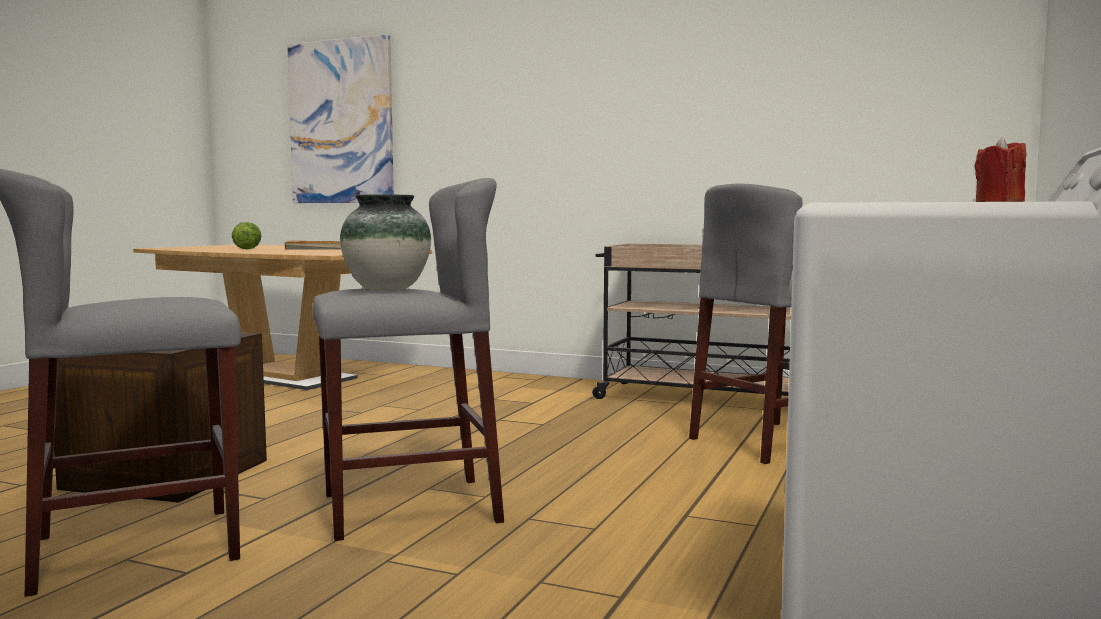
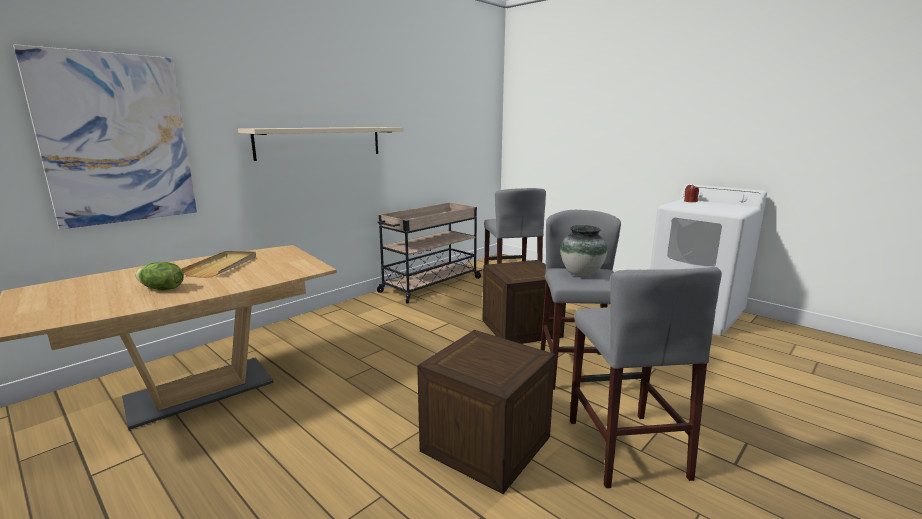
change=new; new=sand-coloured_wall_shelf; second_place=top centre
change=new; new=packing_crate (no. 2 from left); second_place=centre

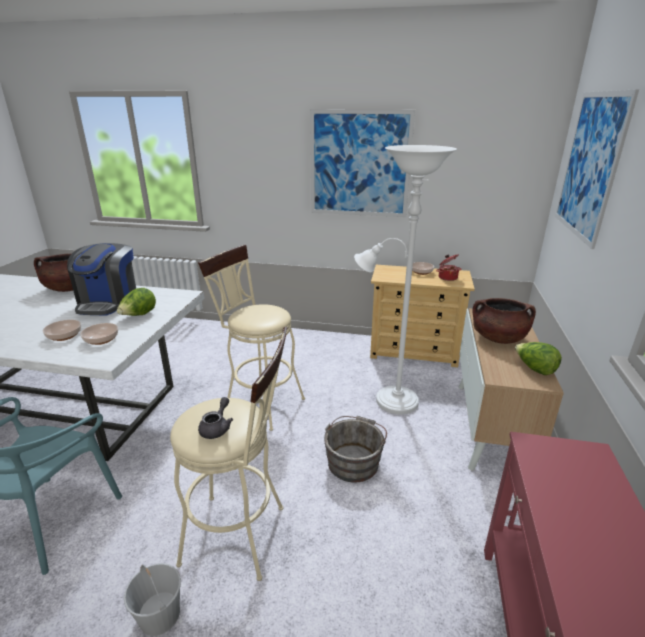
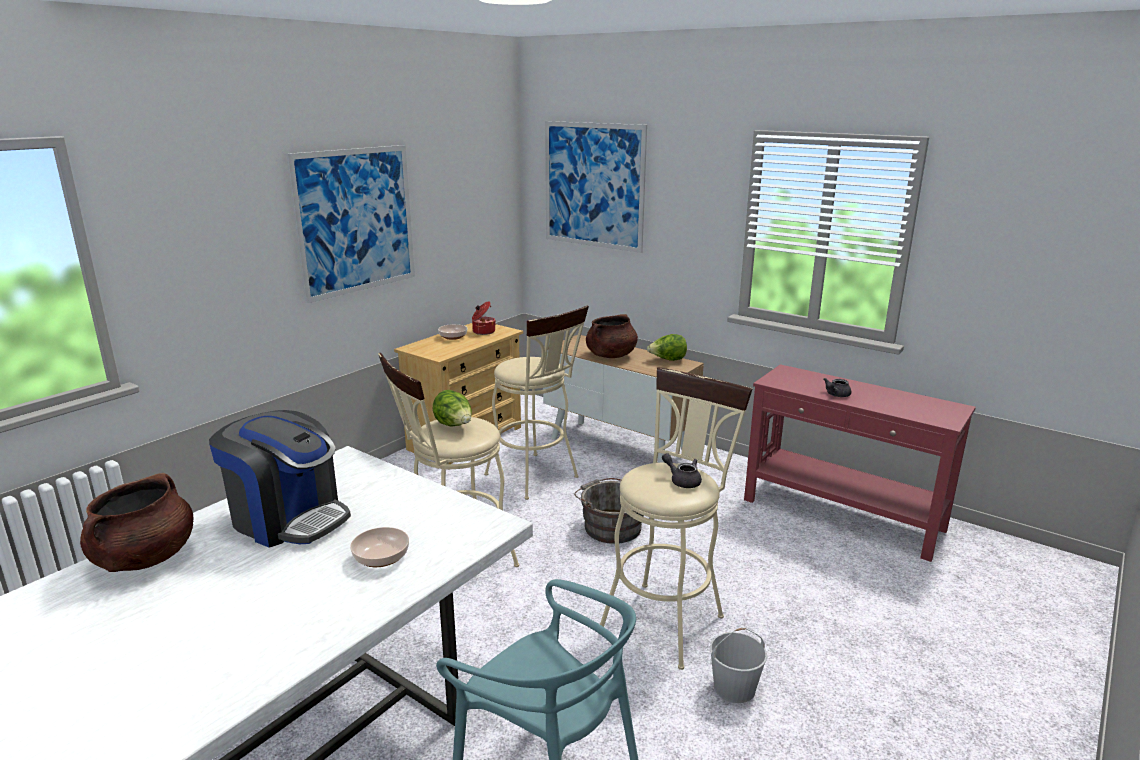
change=shifted; old=lettuce (no. 1 from left); first_place=middle left; second_place=centre
change=swapped; old=whitish_standard_lamp; new=sand-coloured_stool (no. 2 from left); first_place=centre; second_place=centre
change=new; new=greyish_tea_pot (no. 2 from left); second_place=middle right
change=gone; old=deep_dish (no. 2 from left); first_place=middle left

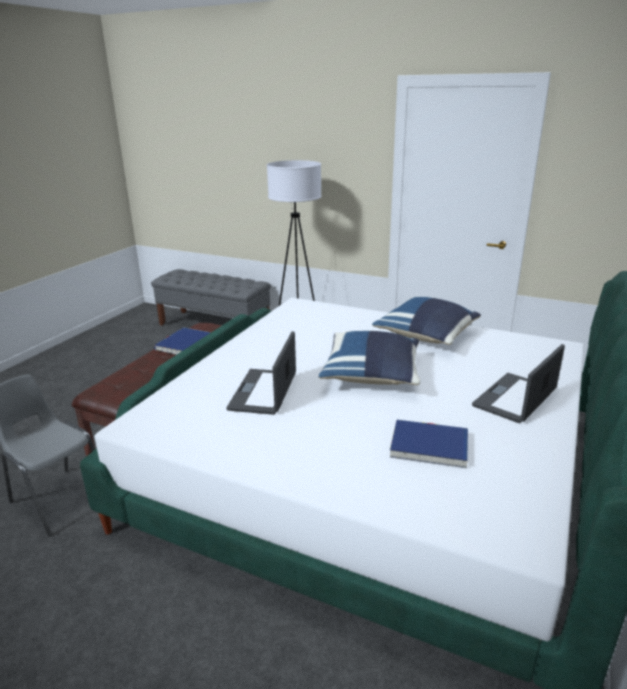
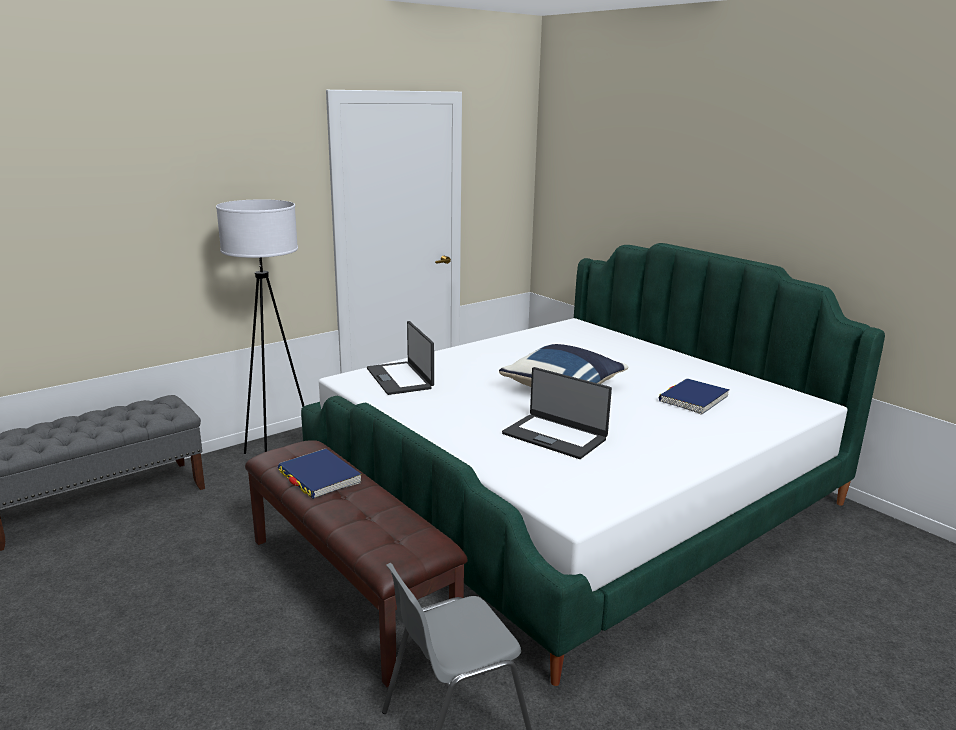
change=shifted; old=laptop (no. 2 from left in the first image); new=laptop (no. 1 from left); first_place=middle right; second_place=centre
change=gone; old=blue_cushion (no. 2 from left); first_place=middle right

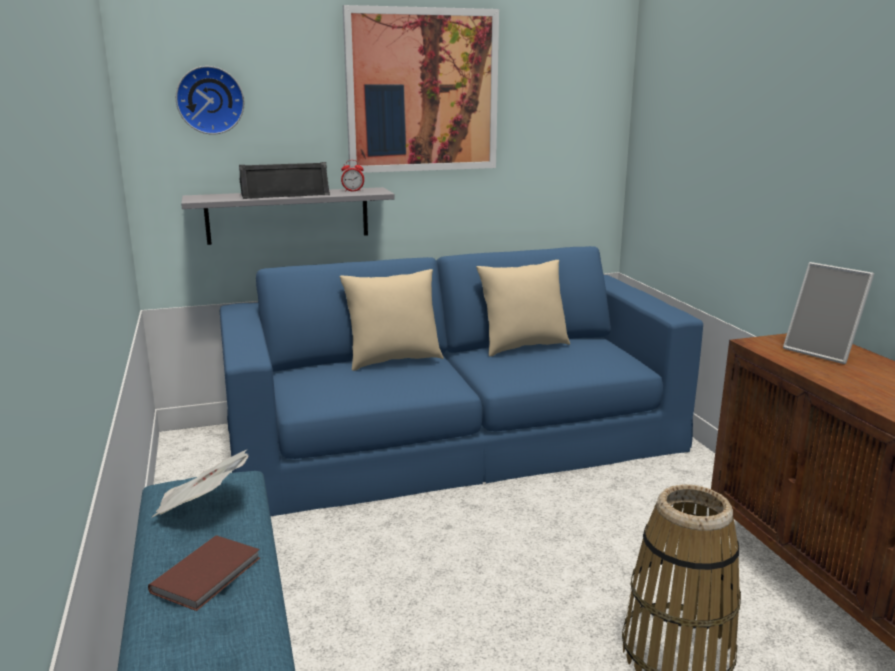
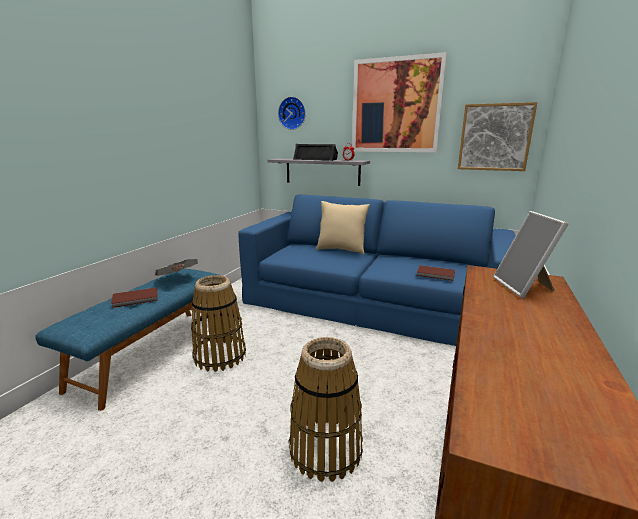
change=new; new=basket (no. 1 from left); second_place=centre
change=new; new=brownish_book (no. 2 from left); second_place=middle right
change=new; new=wall_art (no. 2 from left); second_place=top right
change=gone; old=sand-coloured_cushion (no. 2 from left); first_place=centre

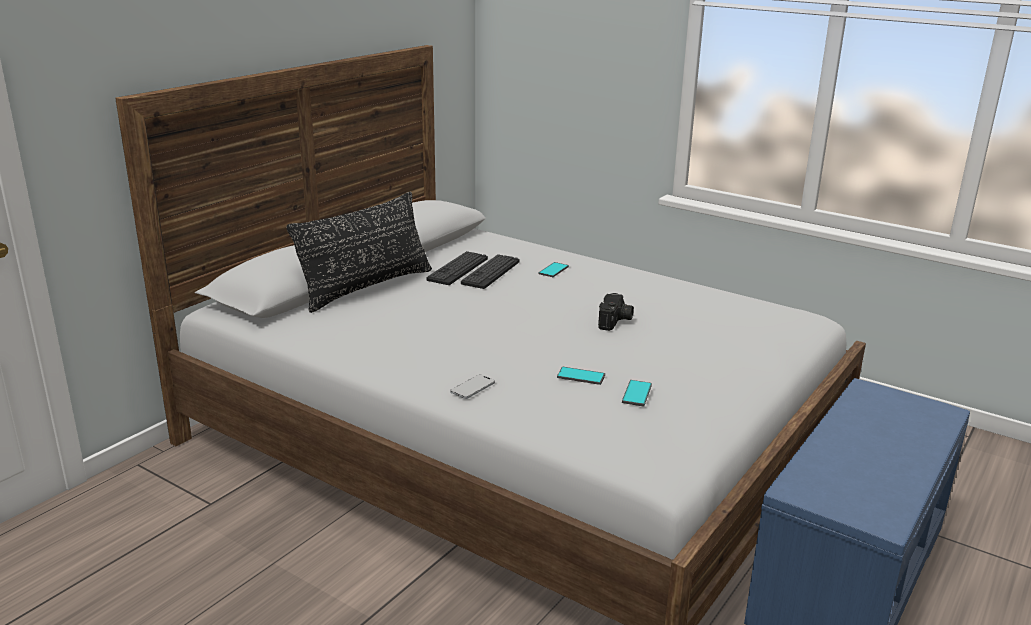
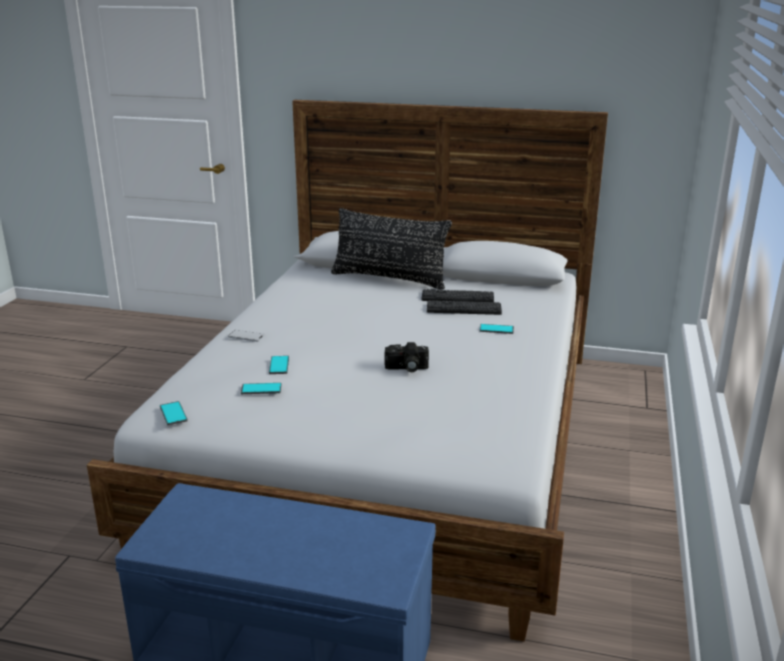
change=new; new=telephone (no. 1 from left); second_place=middle left

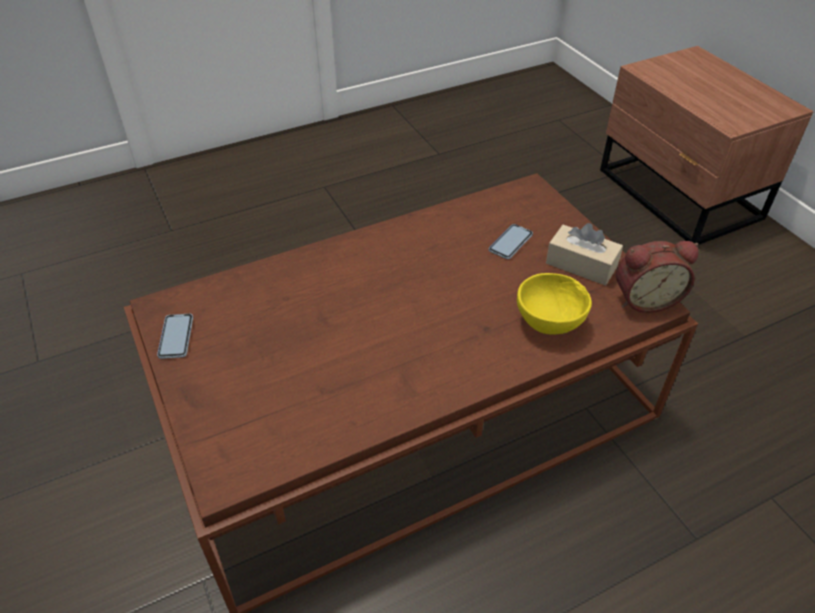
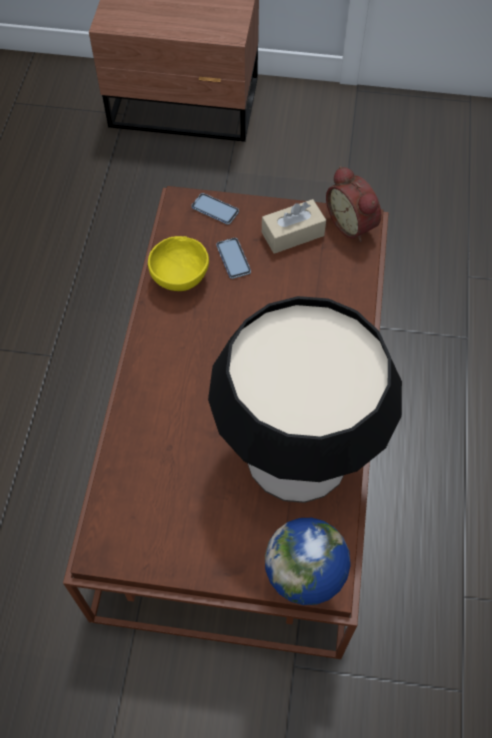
change=shifted; old=yellow_deep_dish; first_place=middle right; second_place=centre
change=shifted; old=telephone (no. 1 from left); first_place=middle left; second_place=top centre
change=new; new=lamp_for_a_table; second_place=centre
change=new; new=desk_globe; second_place=bottom centre
change=rotated; old=alarm_clock; first_place=middle right; second_place=top right; degrees=120

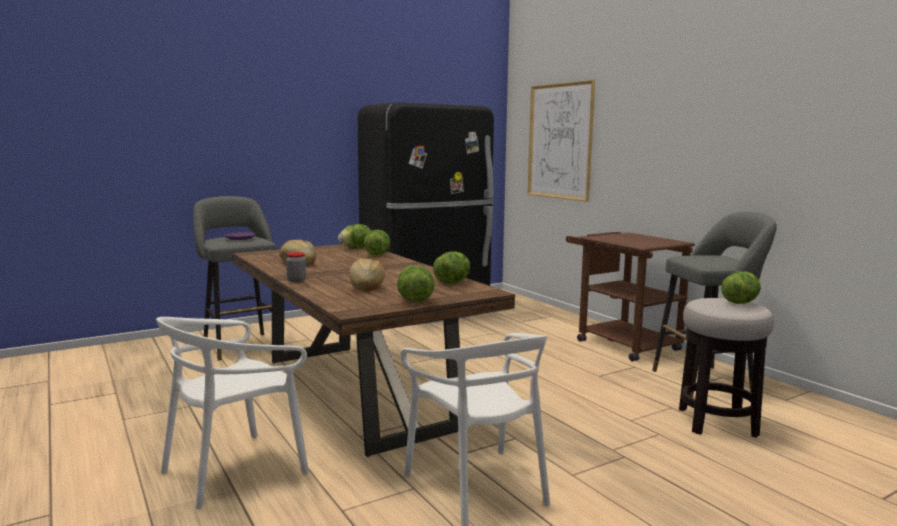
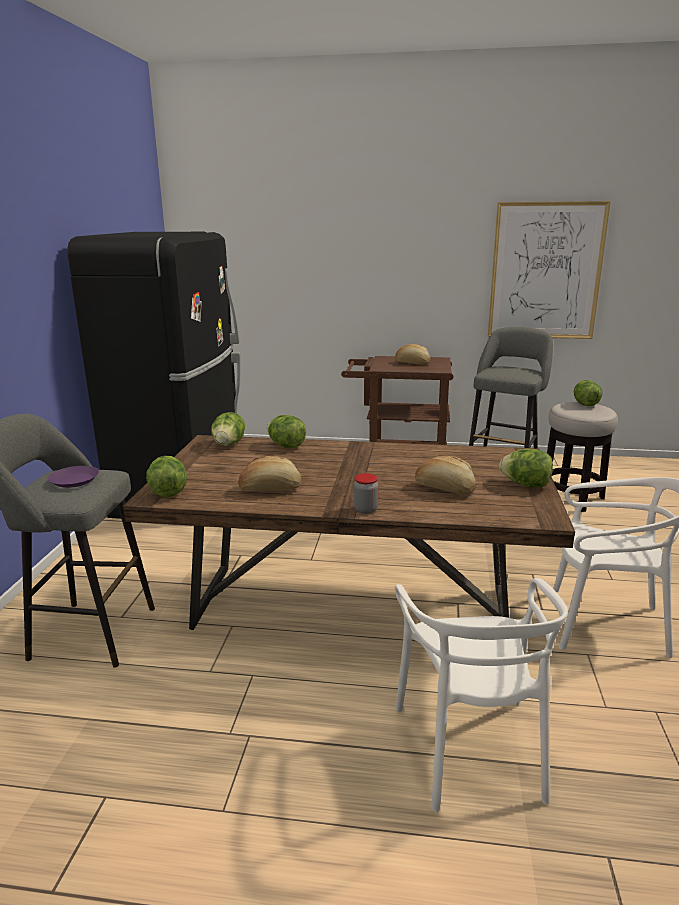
change=shifted; old=lettuce (no. 4 from left in the first image); new=lettuce (no. 1 from left); first_place=centre; second_place=middle left
change=new; new=baked_bread (no. 2 from left); second_place=centre
change=shifted; old=wall_art; first_place=top centre; second_place=top right

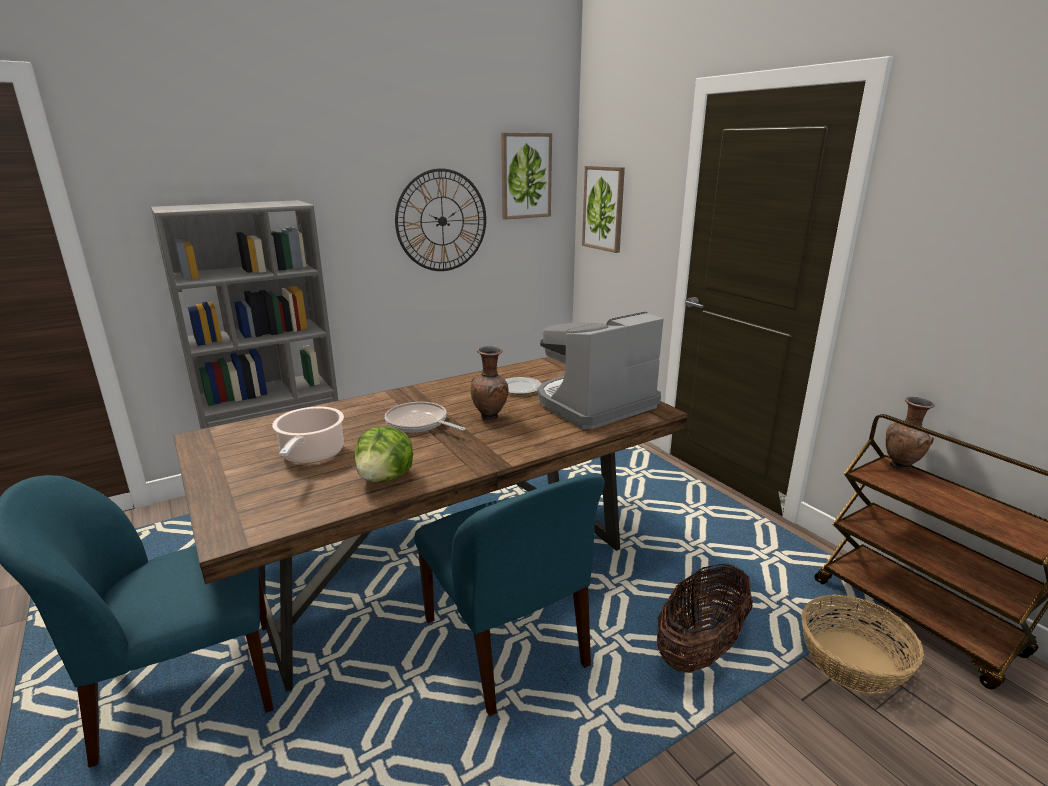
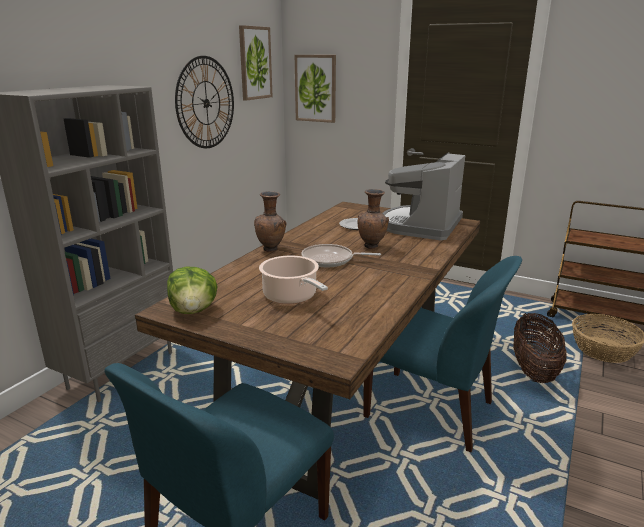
change=shifted; old=lettuce; first_place=centre; second_place=middle left
change=shifted; old=brownish_vase (no. 2 from left in the first image); new=brownish_vase (no. 1 from left); first_place=middle right; second_place=centre

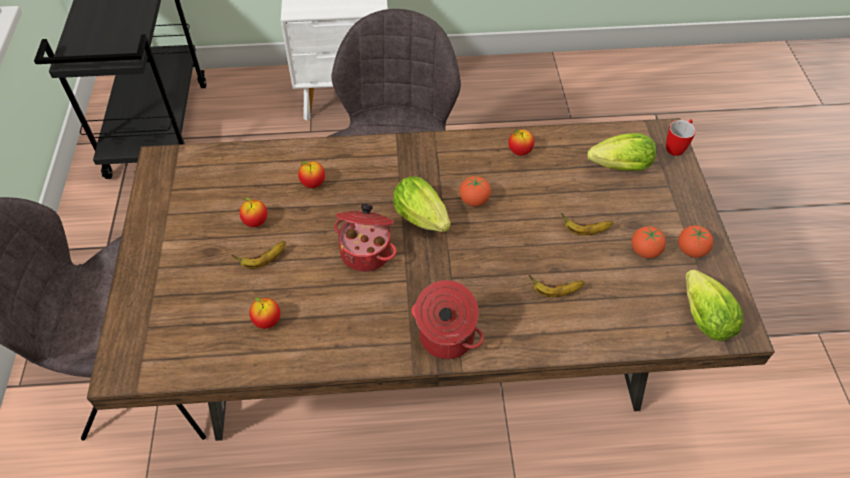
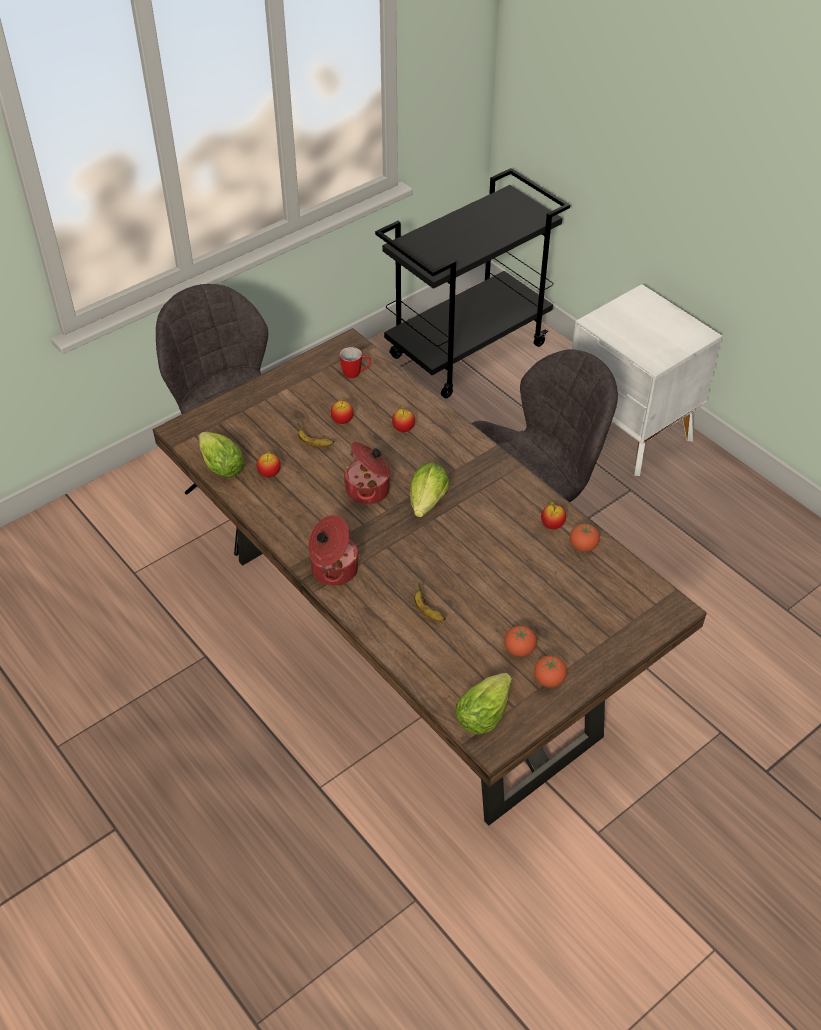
change=shifted; old=lettuce (no. 2 from left in the first image); new=lettuce (no. 1 from left); first_place=top right; second_place=middle left
change=shifted; old=tea_mug; first_place=top right; second_place=centre
change=shifted; old=fresh_tomato (no. 1 from left in the first image); new=fresh_tomato (no. 3 from left); first_place=centre; second_place=middle right
change=gone; old=whole_banana (no. 3 from left); first_place=middle right

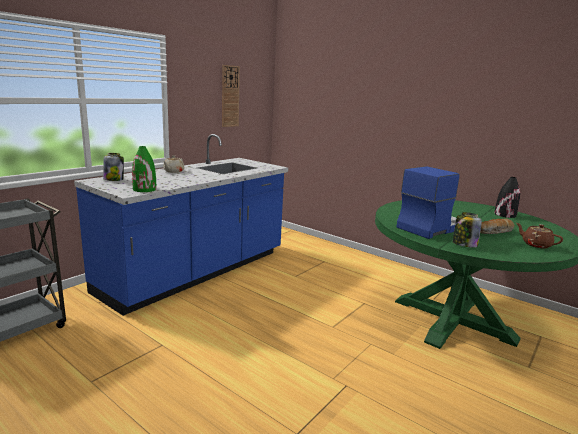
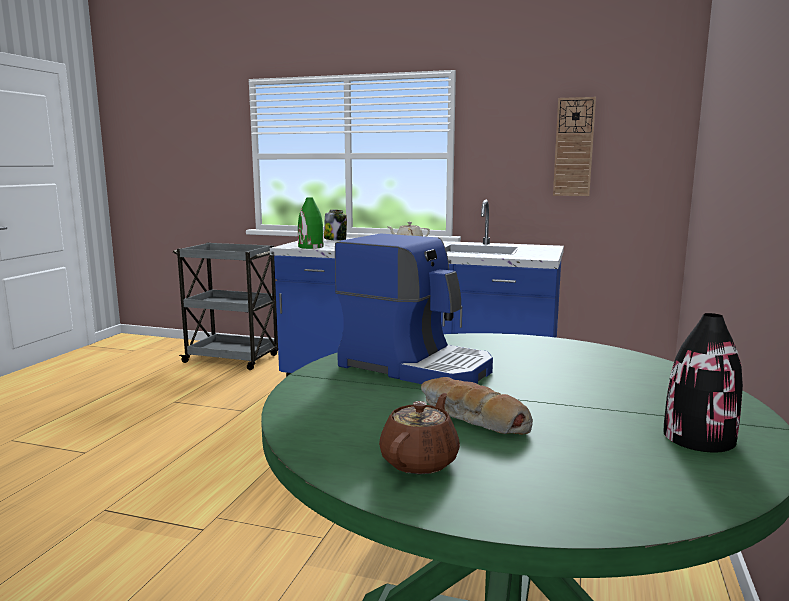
change=gone; old=storage_jar (no. 2 from left); first_place=middle right

